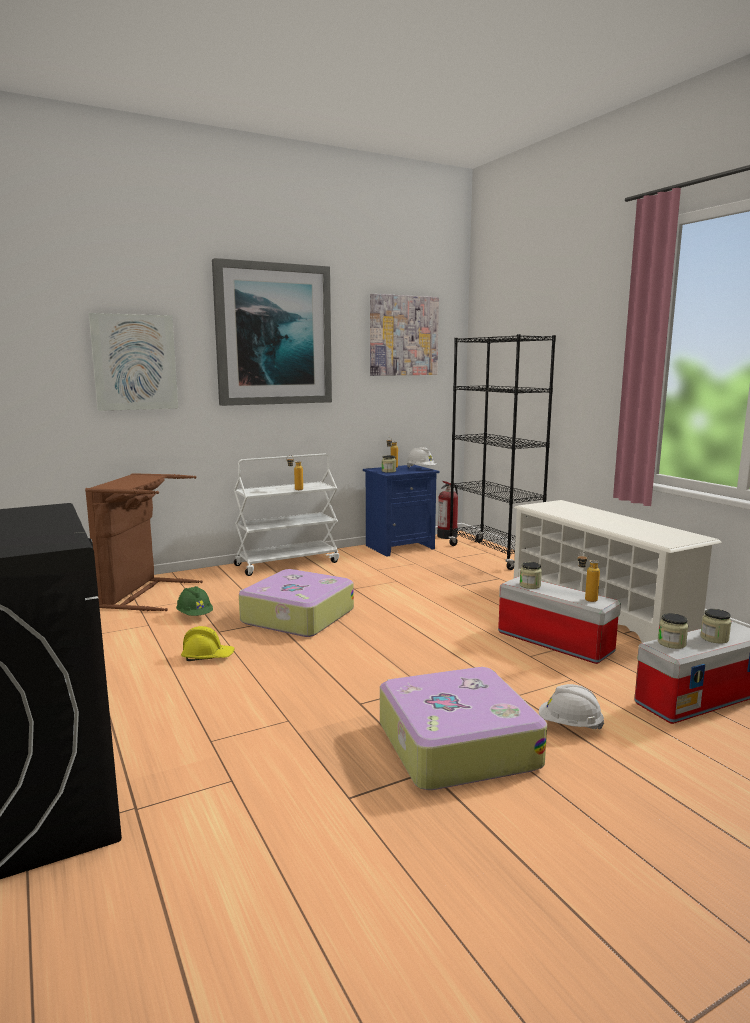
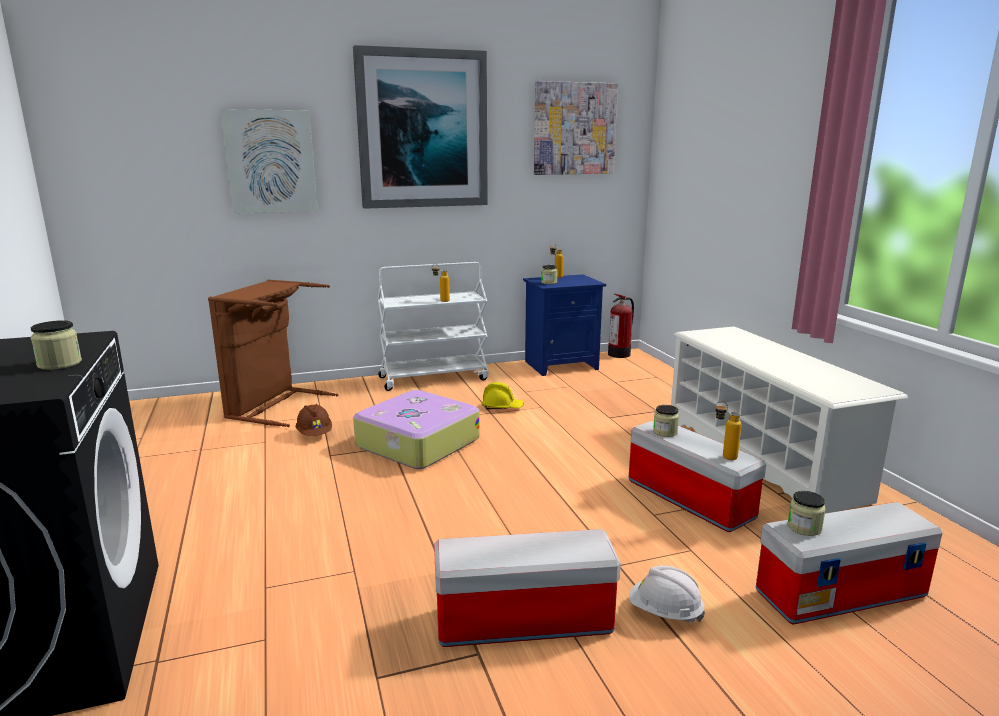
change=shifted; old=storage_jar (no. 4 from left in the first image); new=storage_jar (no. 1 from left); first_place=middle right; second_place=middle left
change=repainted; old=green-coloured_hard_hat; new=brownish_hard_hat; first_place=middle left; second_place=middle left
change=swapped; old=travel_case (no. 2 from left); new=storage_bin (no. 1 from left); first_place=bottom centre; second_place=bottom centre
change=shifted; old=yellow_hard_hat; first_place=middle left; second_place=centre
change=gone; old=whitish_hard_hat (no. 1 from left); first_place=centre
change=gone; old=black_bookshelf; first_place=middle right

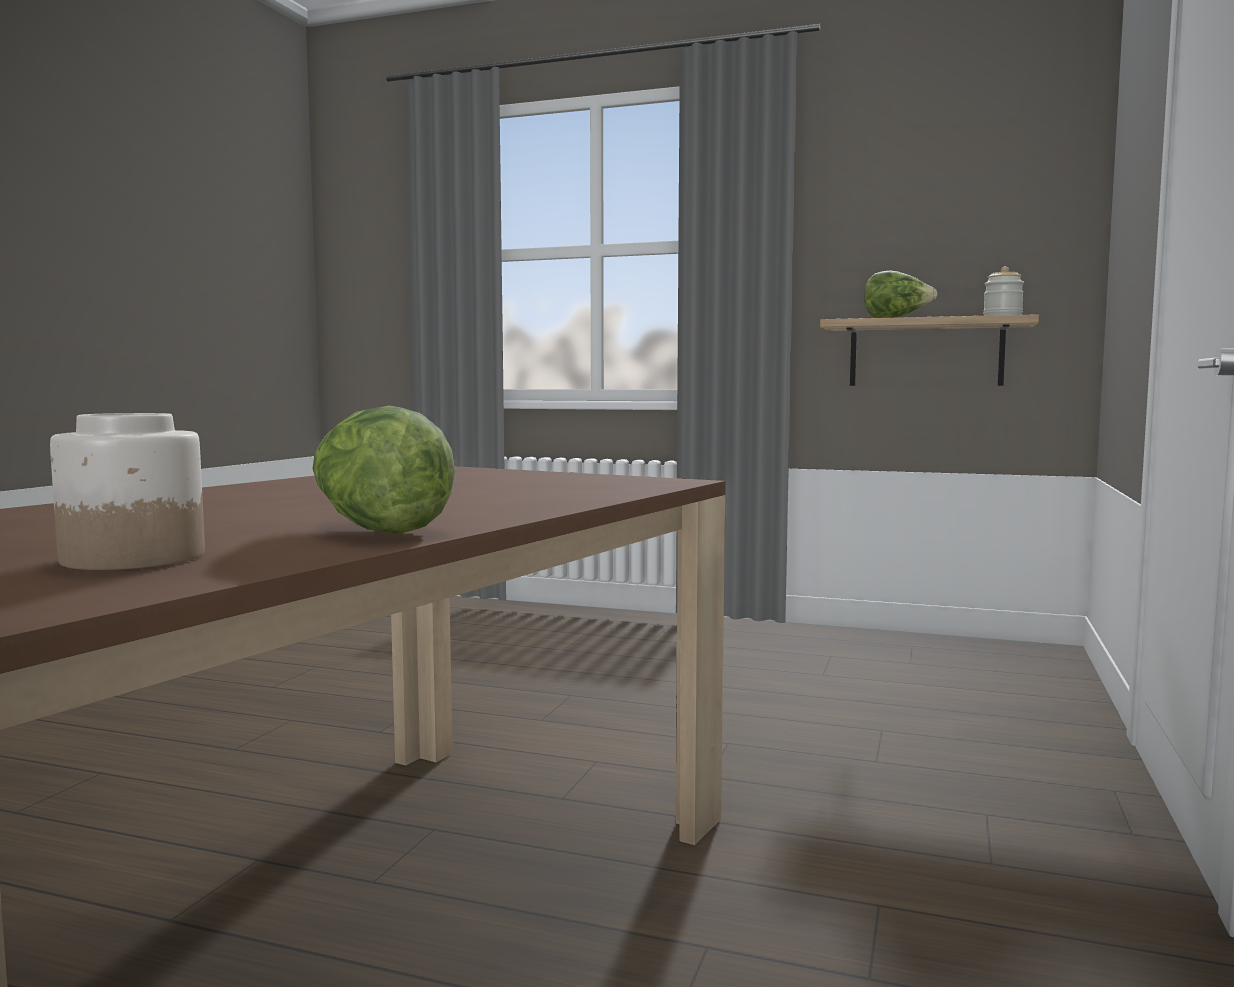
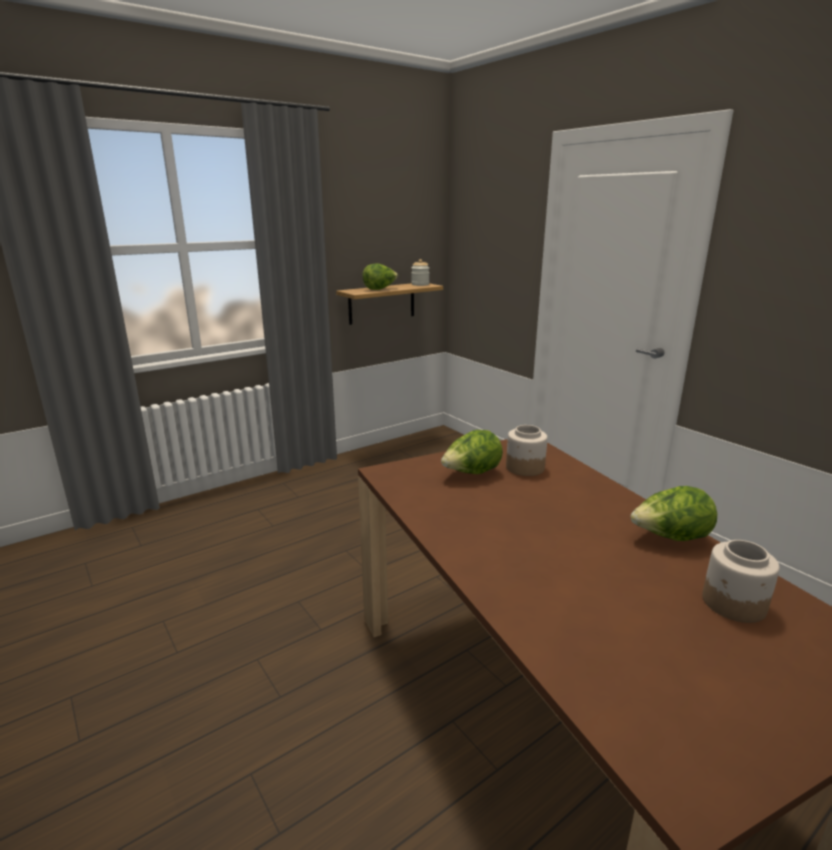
change=new; new=lettuce (no. 2 from left); second_place=centre
change=new; new=storage_jar (no. 2 from left); second_place=centre

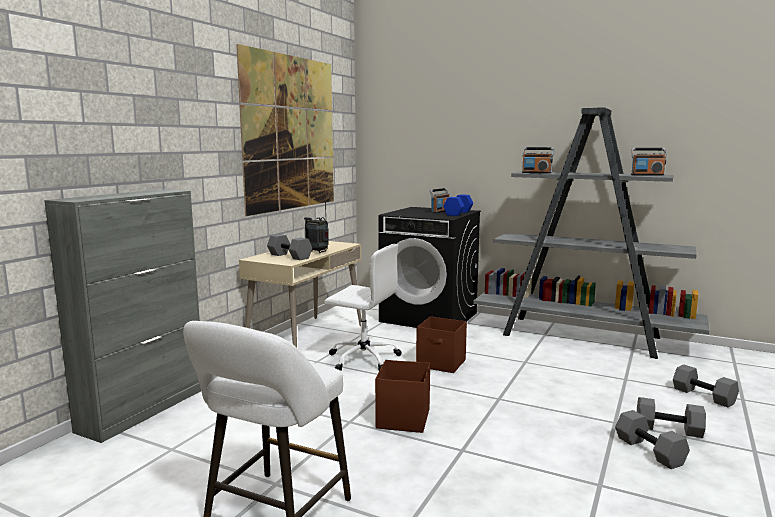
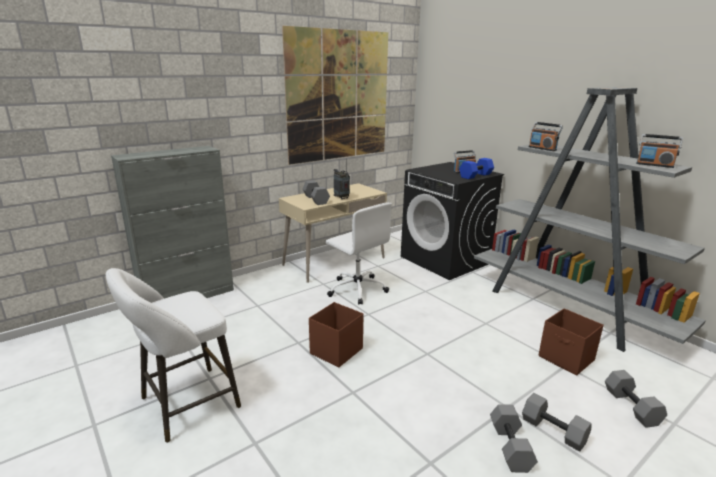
change=shifted; old=brownish_storage_bin (no. 2 from left); first_place=centre; second_place=bottom right

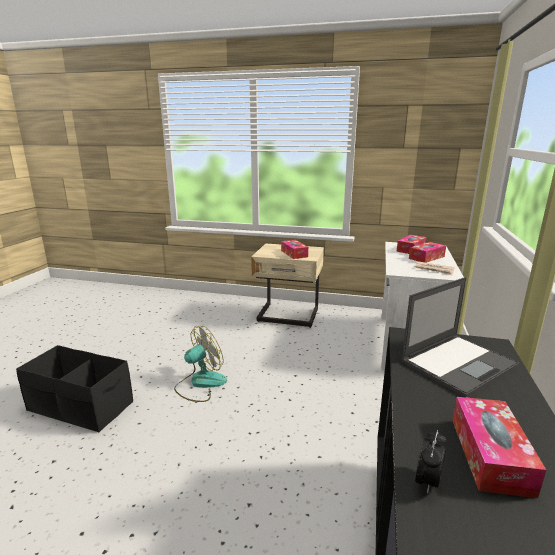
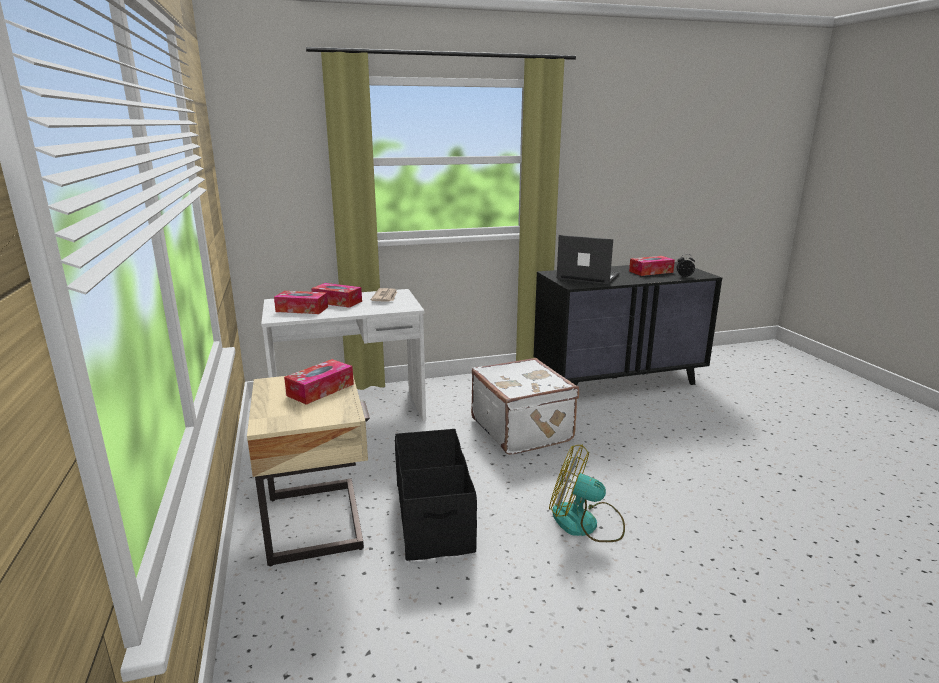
change=shifted; old=black_storage_bin; first_place=bottom left; second_place=bottom centre
change=new; new=whitish_travel_case; second_place=centre

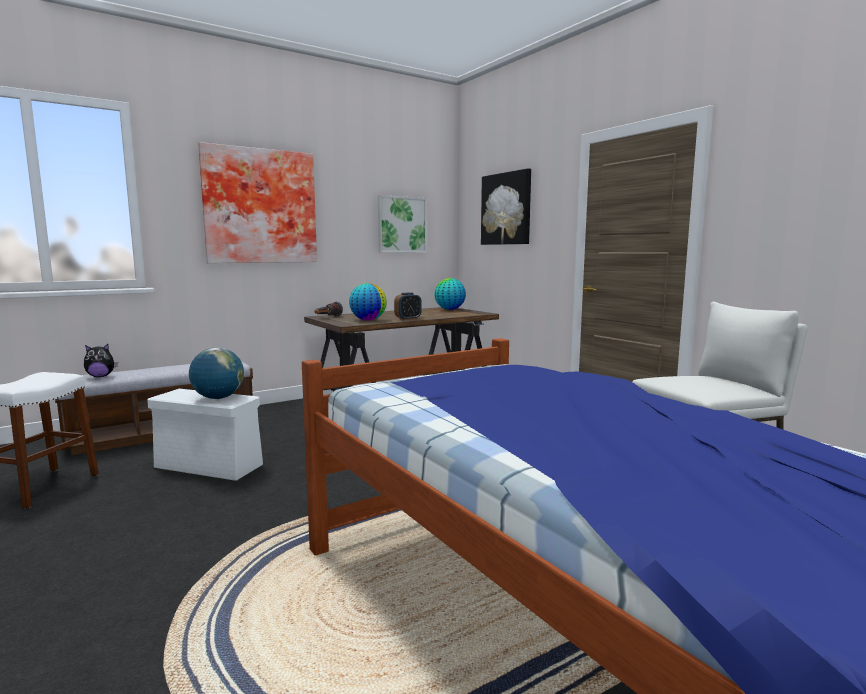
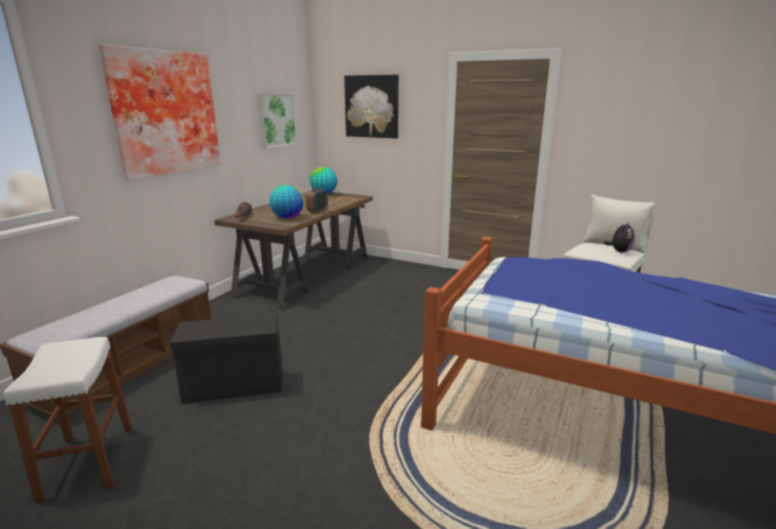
change=repainted; old=whitish_storage_bin; new=black_storage_bin; first_place=middle left; second_place=bottom left
change=shifted; old=cuddly_toy; first_place=middle left; second_place=middle right
change=gone; old=desk_globe (no. 1 from left); first_place=middle left

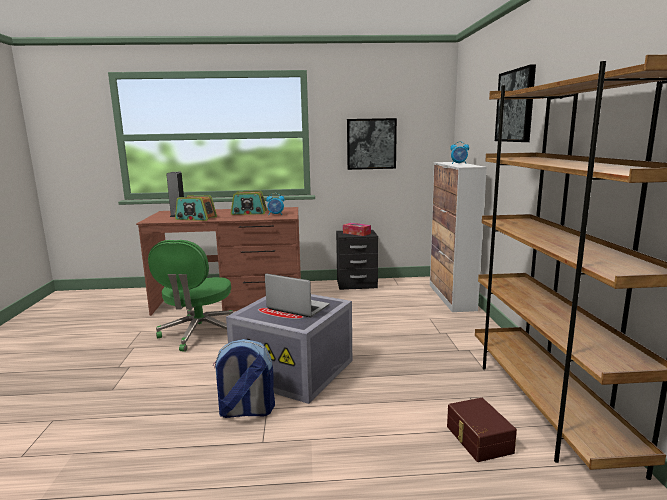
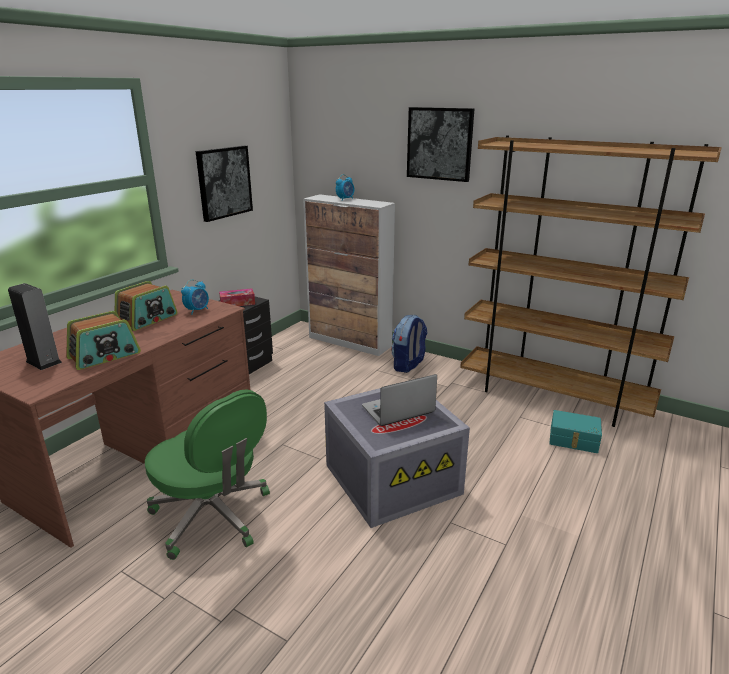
change=shifted; old=rucksack; first_place=bottom centre; second_place=centre
change=repainted; old=brownish_storage_bin; new=turquoise_storage_bin; first_place=bottom right; second_place=middle right

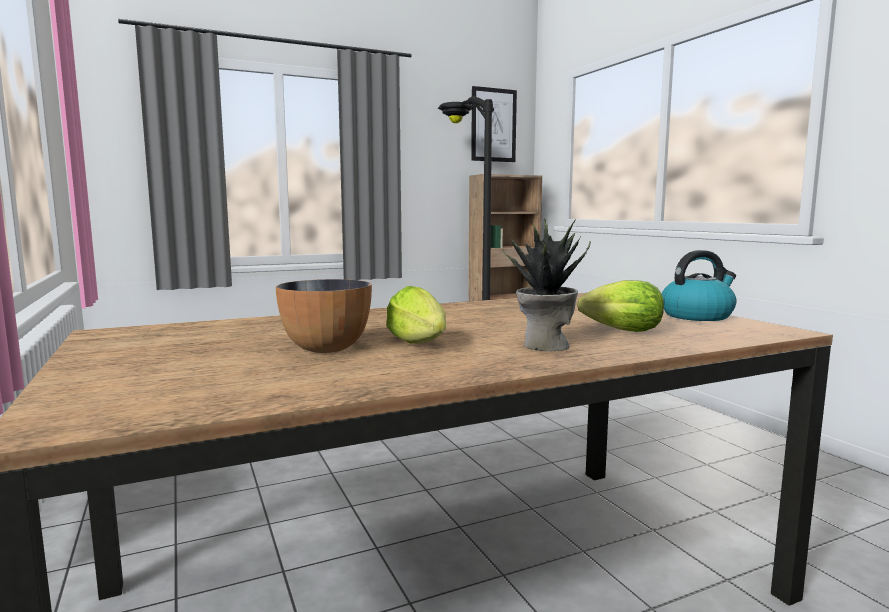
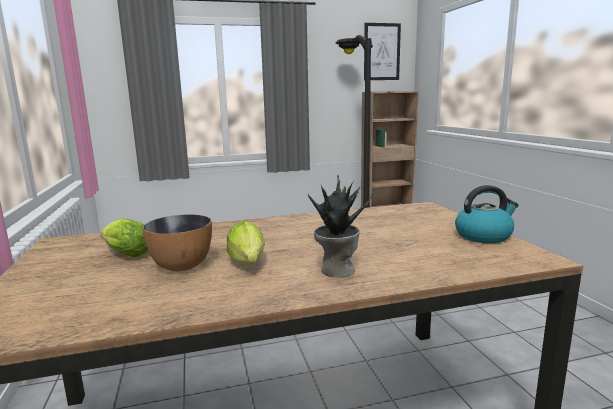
change=shifted; old=lettuce (no. 2 from left in the first image); new=lettuce (no. 1 from left); first_place=middle right; second_place=middle left

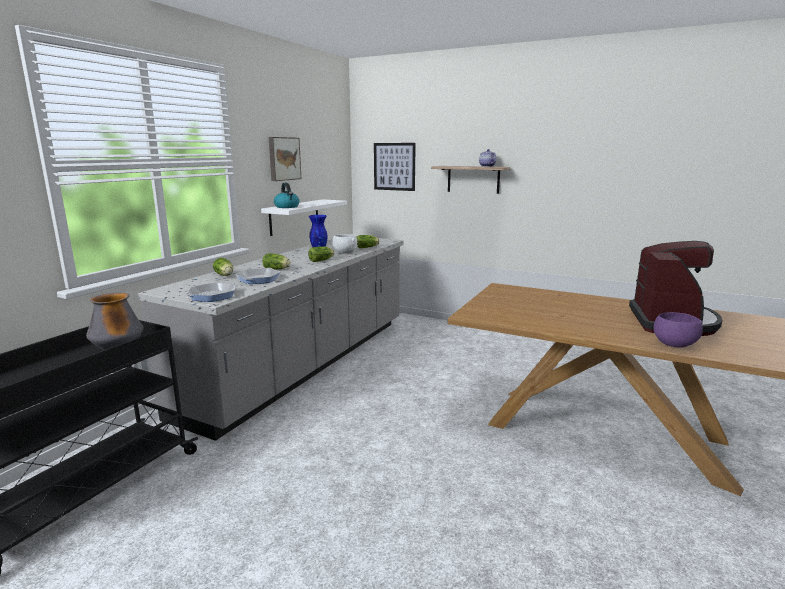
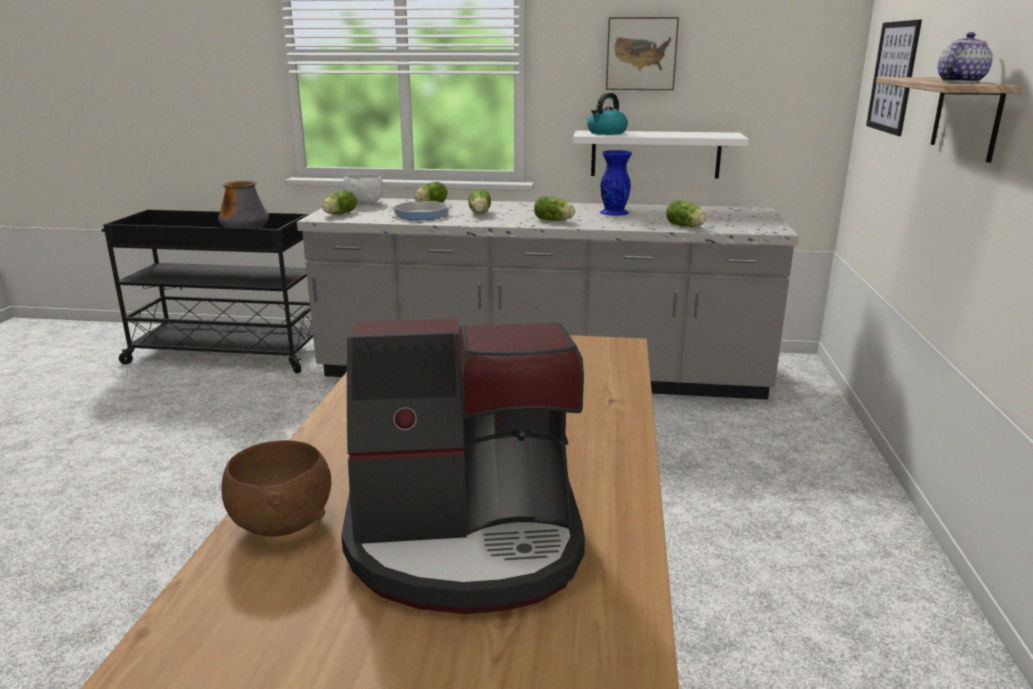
change=repainted; old=purple_deep_dish; new=brownish_deep_dish; first_place=middle right; second_place=bottom left
change=swapped; old=frying_pan (no. 1 from left); new=lettuce (no. 1 from left); first_place=middle left; second_place=top left
change=shifted; old=whitish_deep_dish; first_place=centre; second_place=top centre

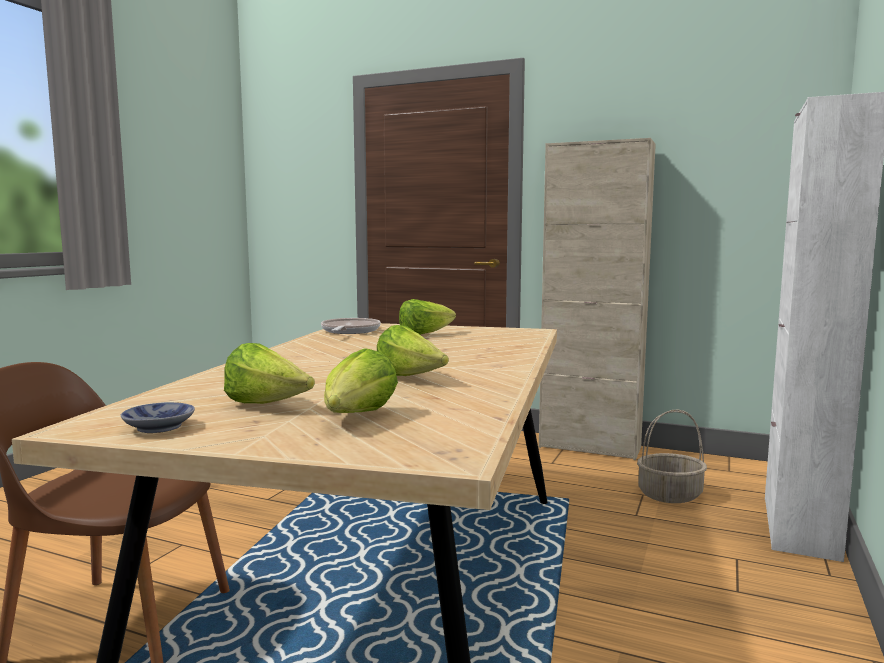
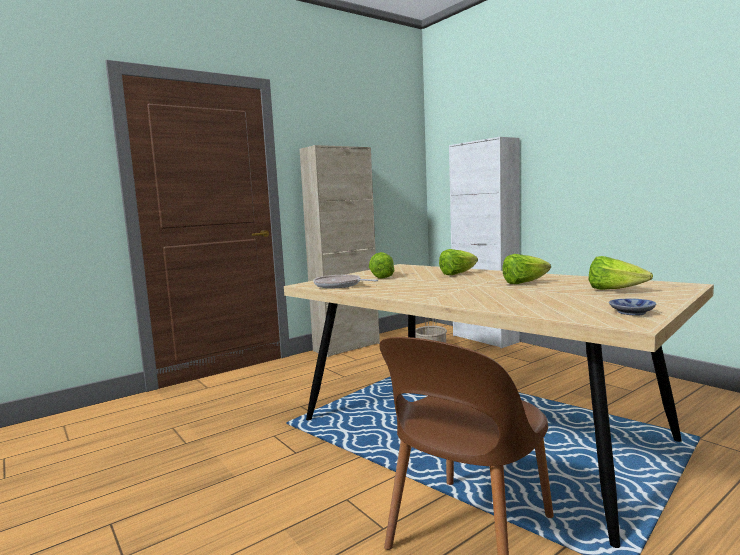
change=shifted; old=lettuce (no. 1 from left in the first image); new=lettuce (no. 2 from left); first_place=middle left; second_place=centre

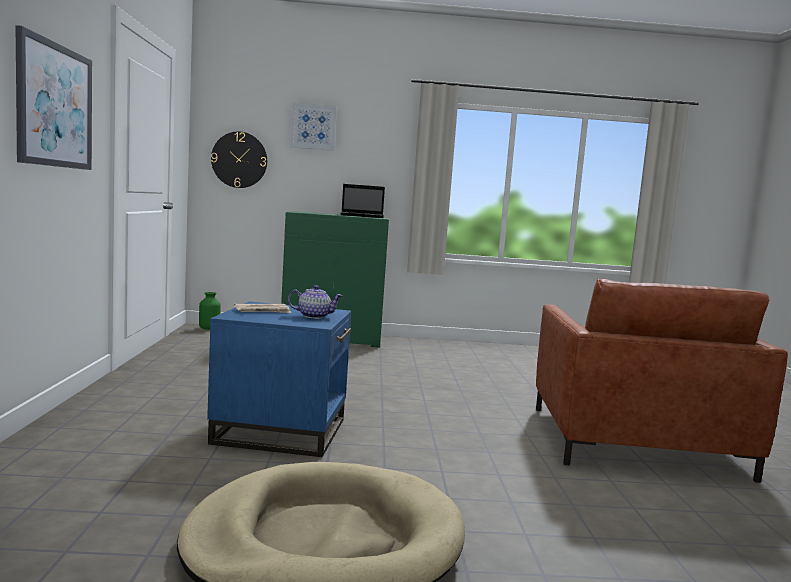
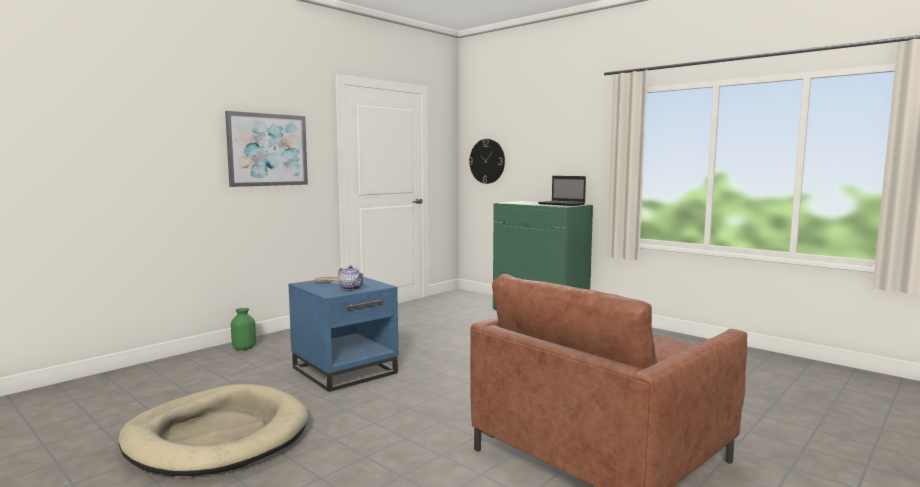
change=shifted; old=green-coloured_vase; first_place=middle left; second_place=bottom left
change=gone; old=wall_art (no. 2 from left); first_place=top centre

